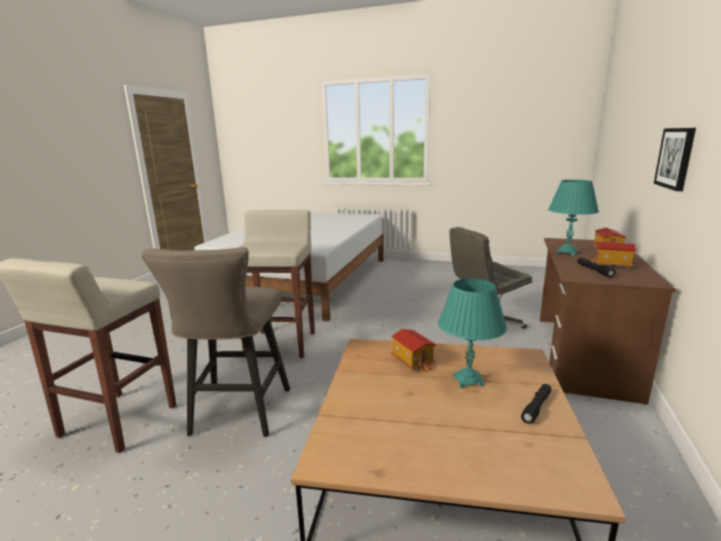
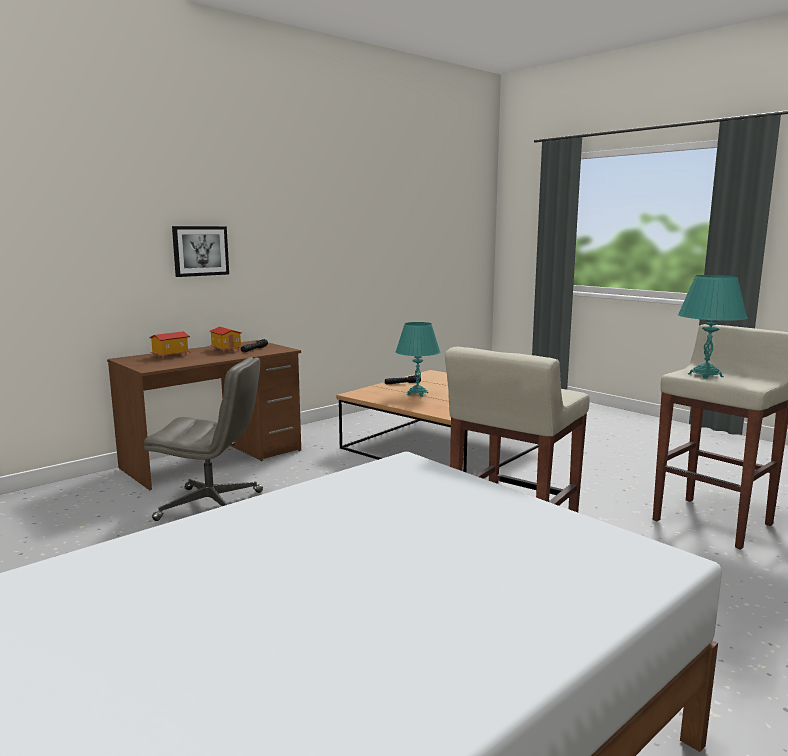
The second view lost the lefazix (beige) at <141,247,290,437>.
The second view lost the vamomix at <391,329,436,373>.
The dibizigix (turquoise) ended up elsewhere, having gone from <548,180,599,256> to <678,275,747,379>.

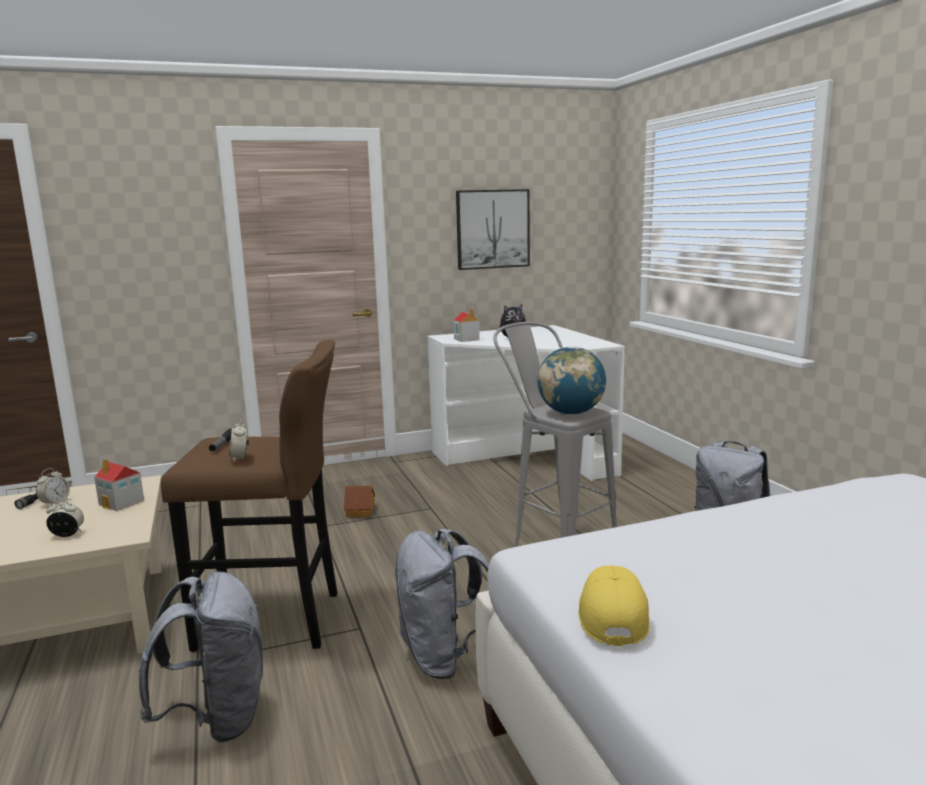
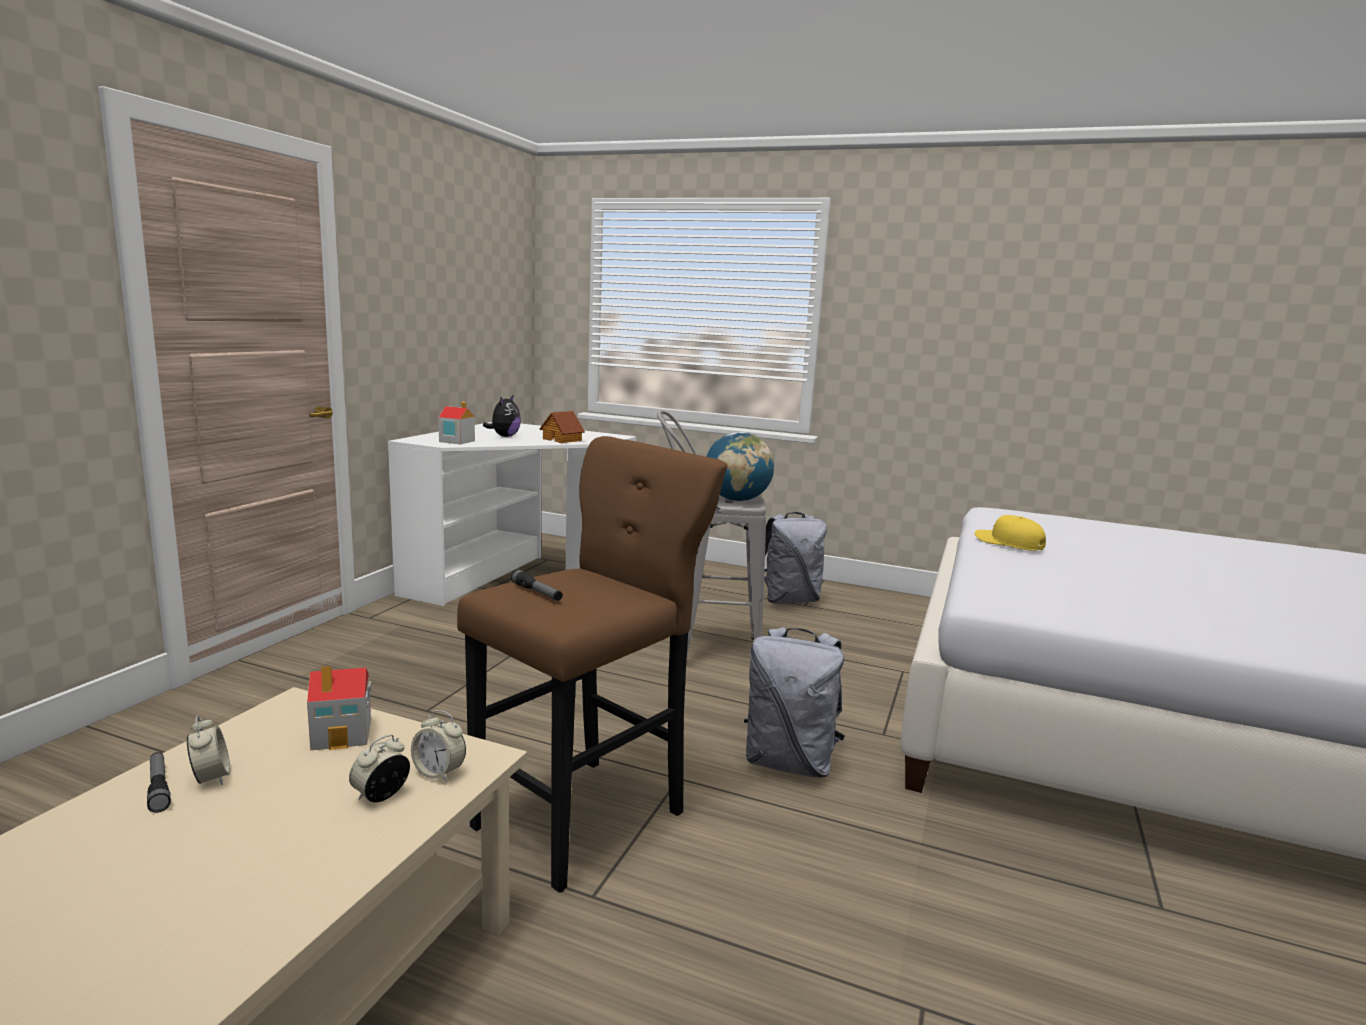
The second view lost the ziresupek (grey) at <139,572,263,743>.
The second view lost the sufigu at <456,189,530,270>.
The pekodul ended up elsewhere, having gone from <229,419,249,462> to <411,710,466,782>.
The vamomix ended up elsewhere, having gone from <344,486,375,517> to <540,411,585,443>.
The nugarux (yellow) ended up elsewhere, having gone from <578,565,650,646> to <975,515,1046,551>.

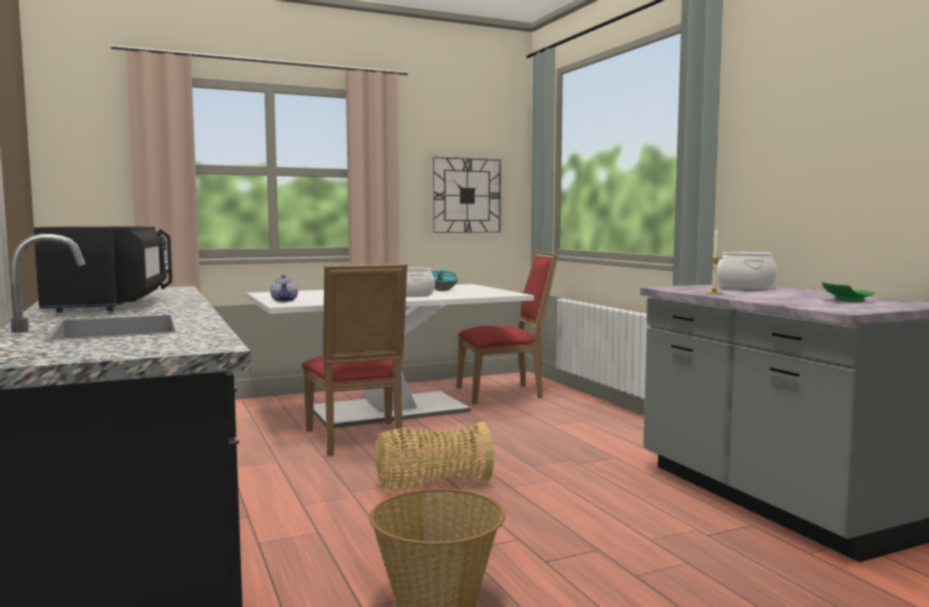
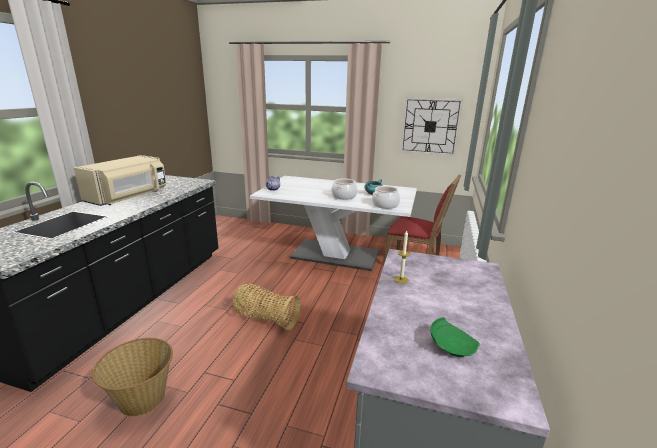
The second view lost the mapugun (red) at <302,264,407,456>.
The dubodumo ended up elsewhere, having gone from <717,252,777,290> to <372,186,400,209>.
What was the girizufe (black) at <34,226,172,313> turned into the girizufe (beige) at <74,155,166,206>.

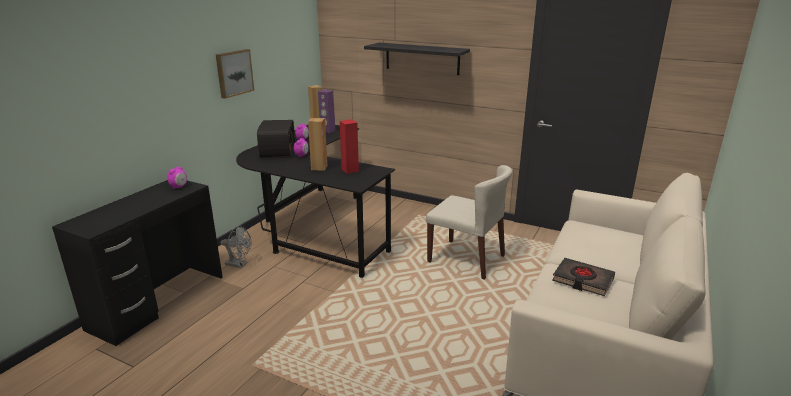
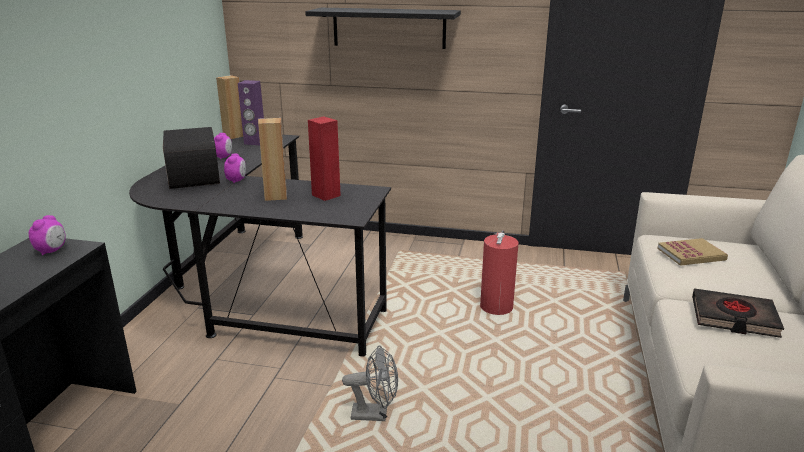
The second view lost the sufigu at <216,49,255,99>.
The second view gained the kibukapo at <657,238,728,266>.
The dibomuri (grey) ended up elsewhere, having gone from <221,226,251,268> to <342,346,398,421>.
Where the mapugun (beige) stood at <426,165,513,280>, the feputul came to stand at <480,230,518,315>.

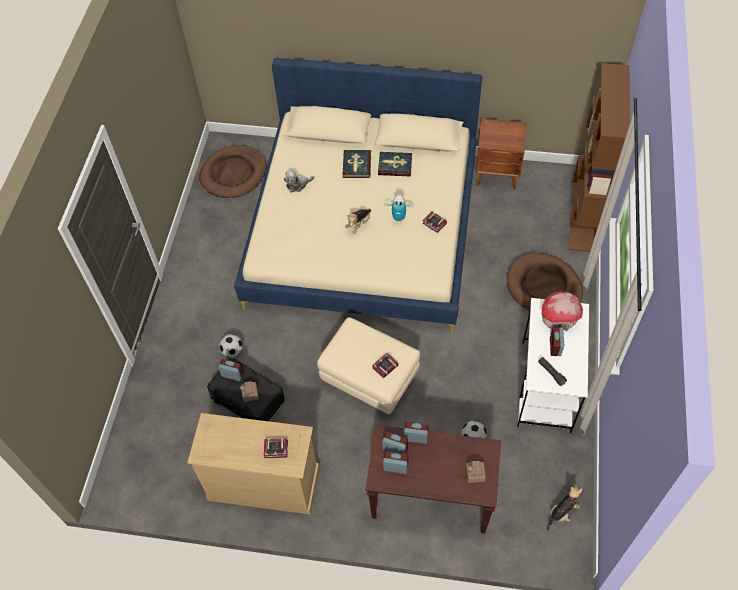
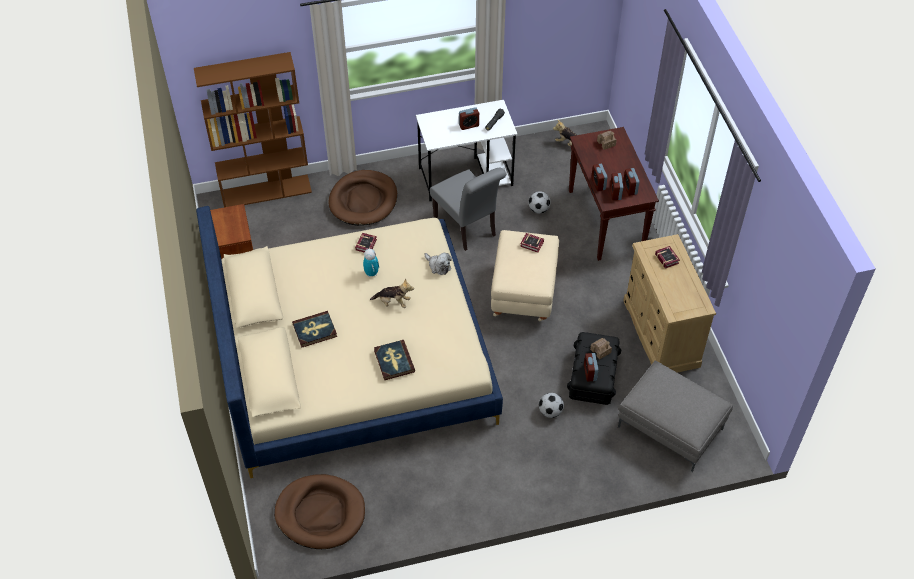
The second view lost the vamomix at <541,291,583,331>.
The second view gained the mapugun (grey) at <430,167,506,251>.
The second view gained the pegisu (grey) at <618,360,733,472>.
The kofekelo ended up elsewhere, having gone from <284,170,315,192> to <425,253,452,275>.
The kibukapo ended up elsewhere, having gone from <378,152,412,176> to <374,340,415,380>.

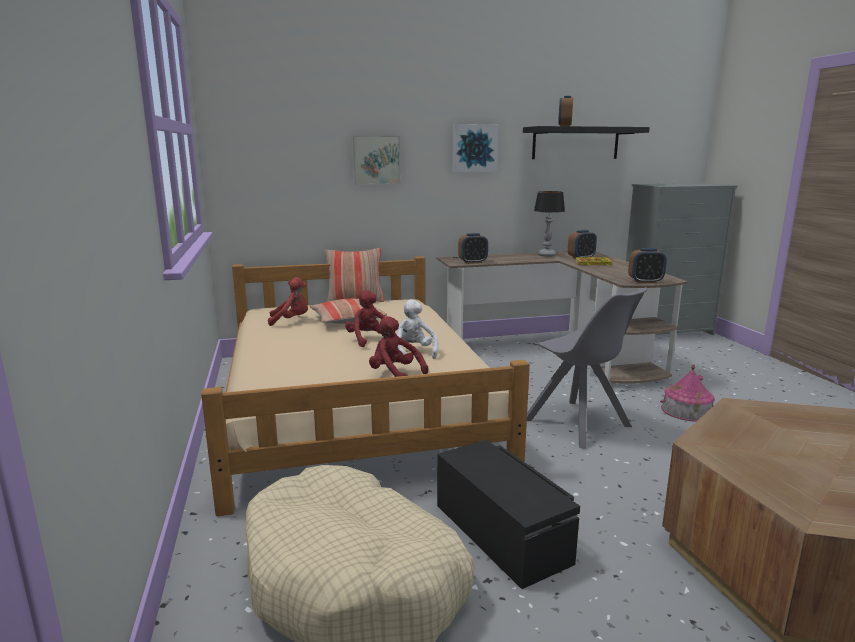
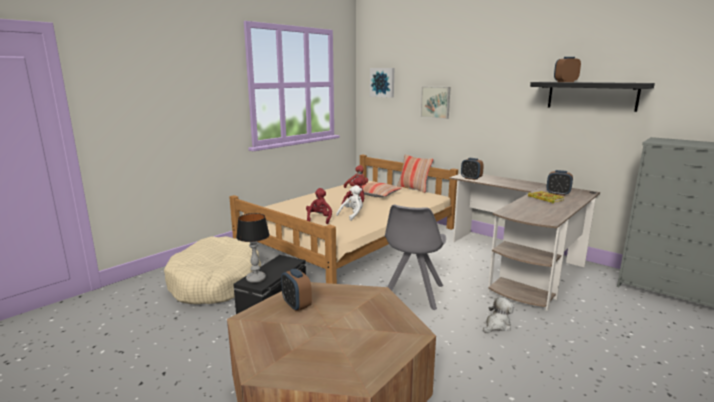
The sufigu ended up elsewhere, having gone from <452,124,499,172> to <370,68,394,98>.
The dibizigix ended up elsewhere, having gone from <534,191,565,257> to <236,213,270,283>.
The pekodul ended up elsewhere, having gone from <628,248,667,283> to <281,268,312,312>.
Where the vamomix stood at <660,364,715,422>, the kofekelo came to stand at <483,297,514,333>.

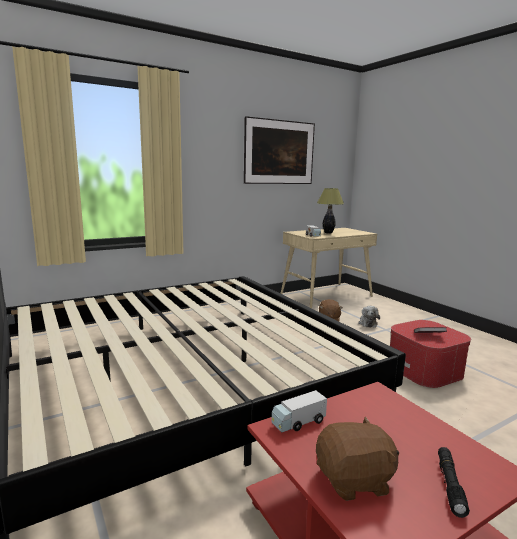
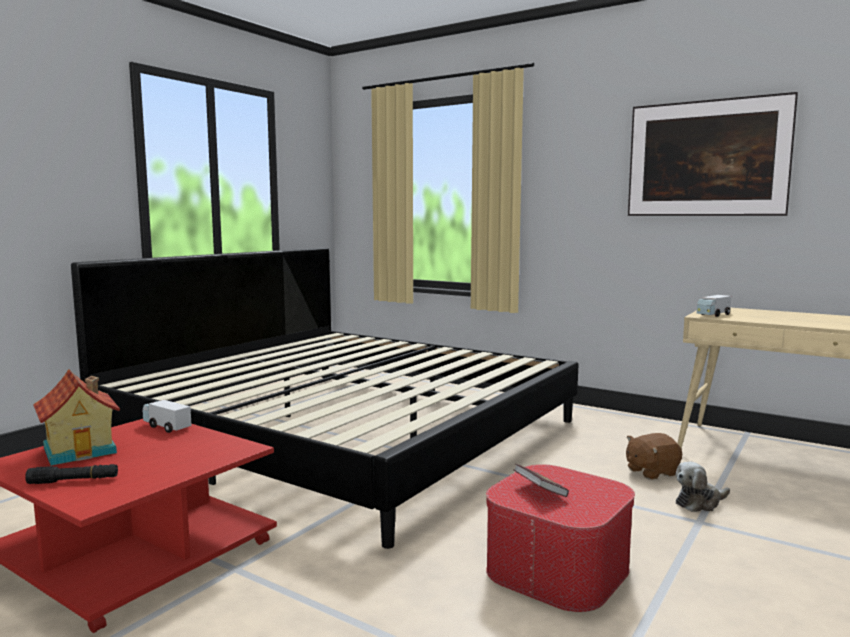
The second view lost the dibizigix at <317,188,344,234>.
Where the kofekelo (brown) stood at <316,416,399,501>, the vamomix came to stand at <33,369,120,466>.

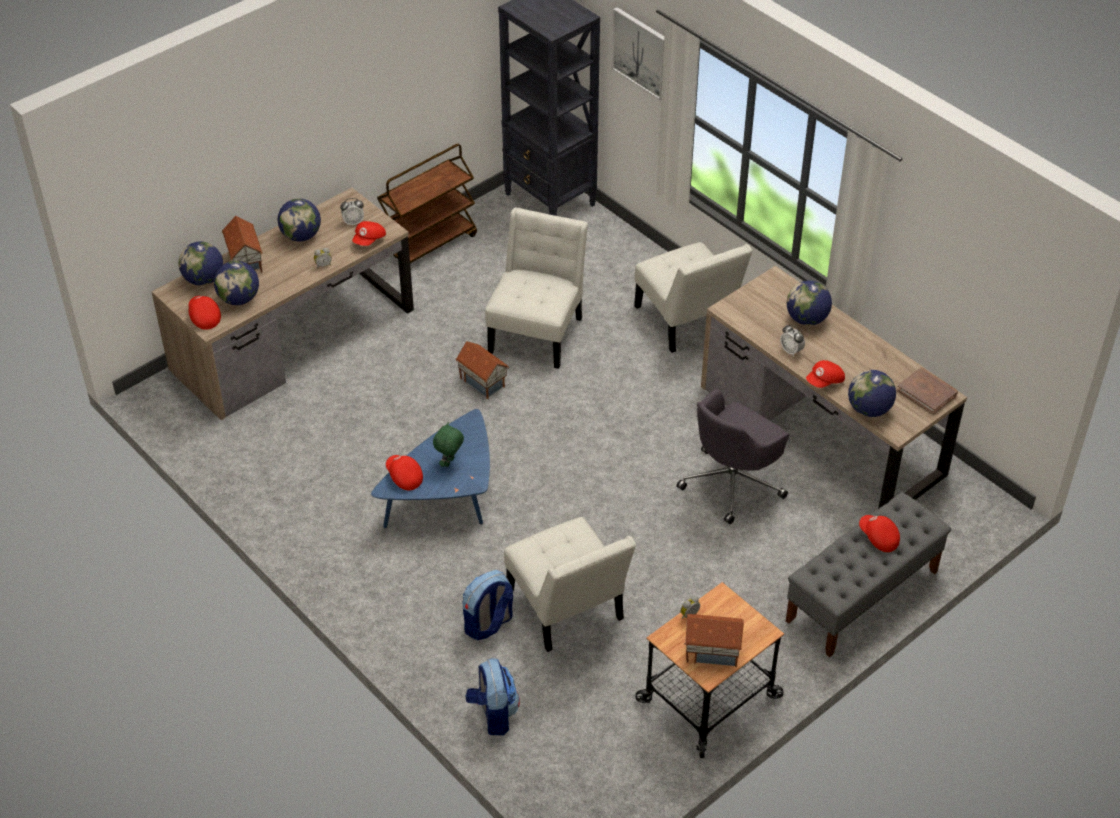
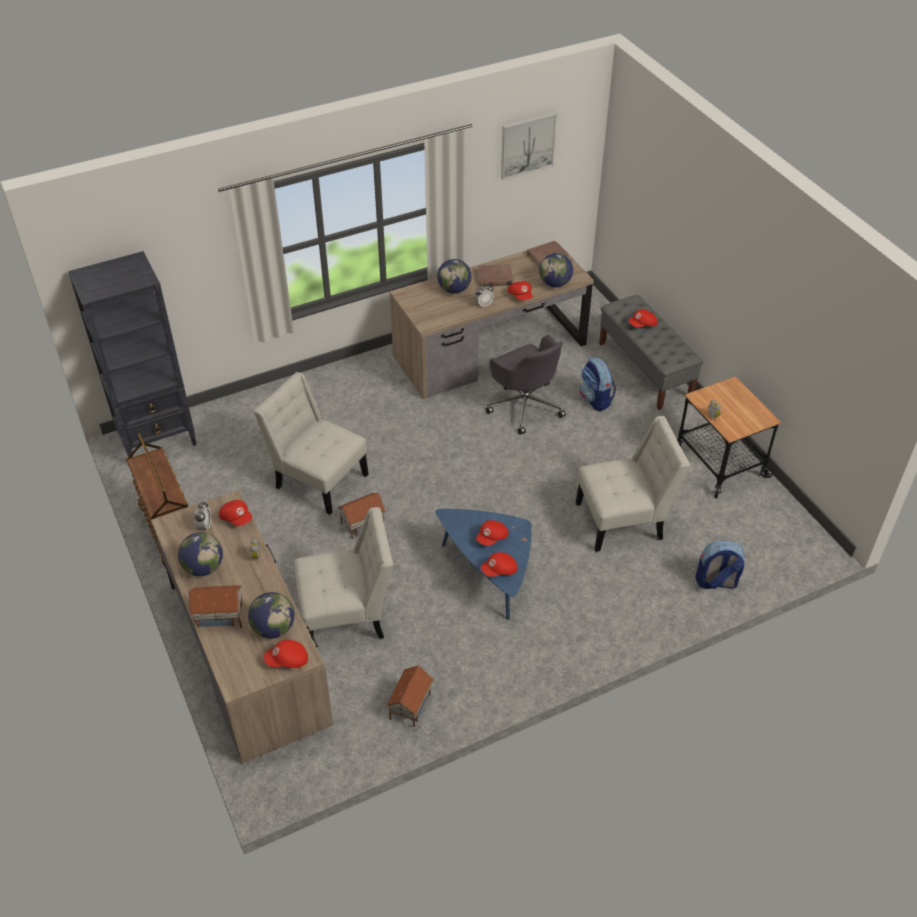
The second view lost the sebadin at <179,242,223,286>.
The second view gained the kibukapo (brown) at <477,264,514,287>.
The ziresupek ended up elsewhere, having gone from <463,570,513,640> to <580,357,616,411>.
The sufigu ended up elsewhere, having gone from <612,7,664,100> to <501,112,557,180>.
The mapugun (white) ended up elsewhere, having gone from <634,242,752,353> to <294,507,393,639>.
The vamomix ended up elsewhere, having gone from <684,614,744,667> to <386,665,433,727>.
Where the kofekelo (green) stood at <433,422,464,467>, the nugarux (red) came to stand at <476,520,508,546>.

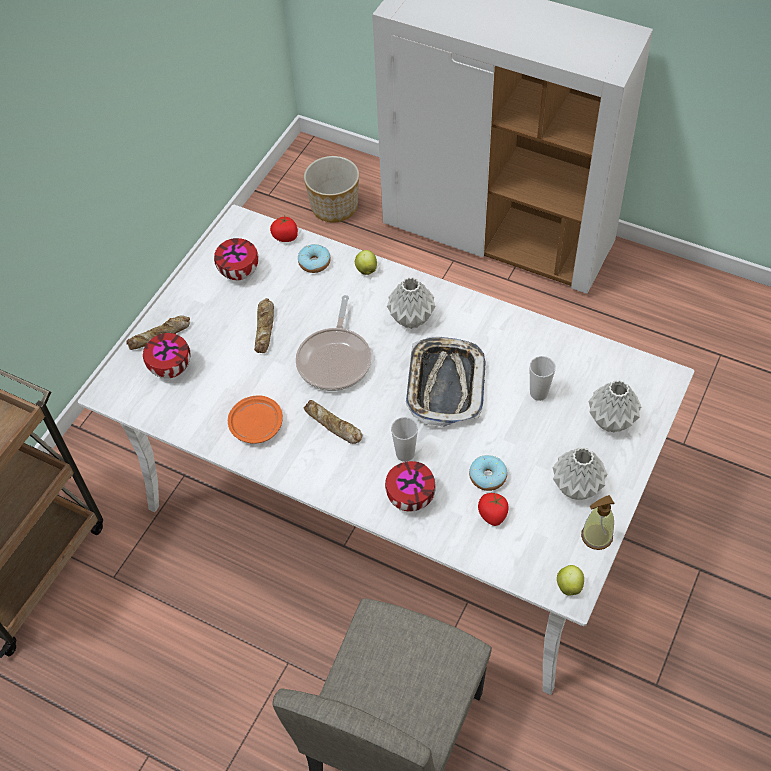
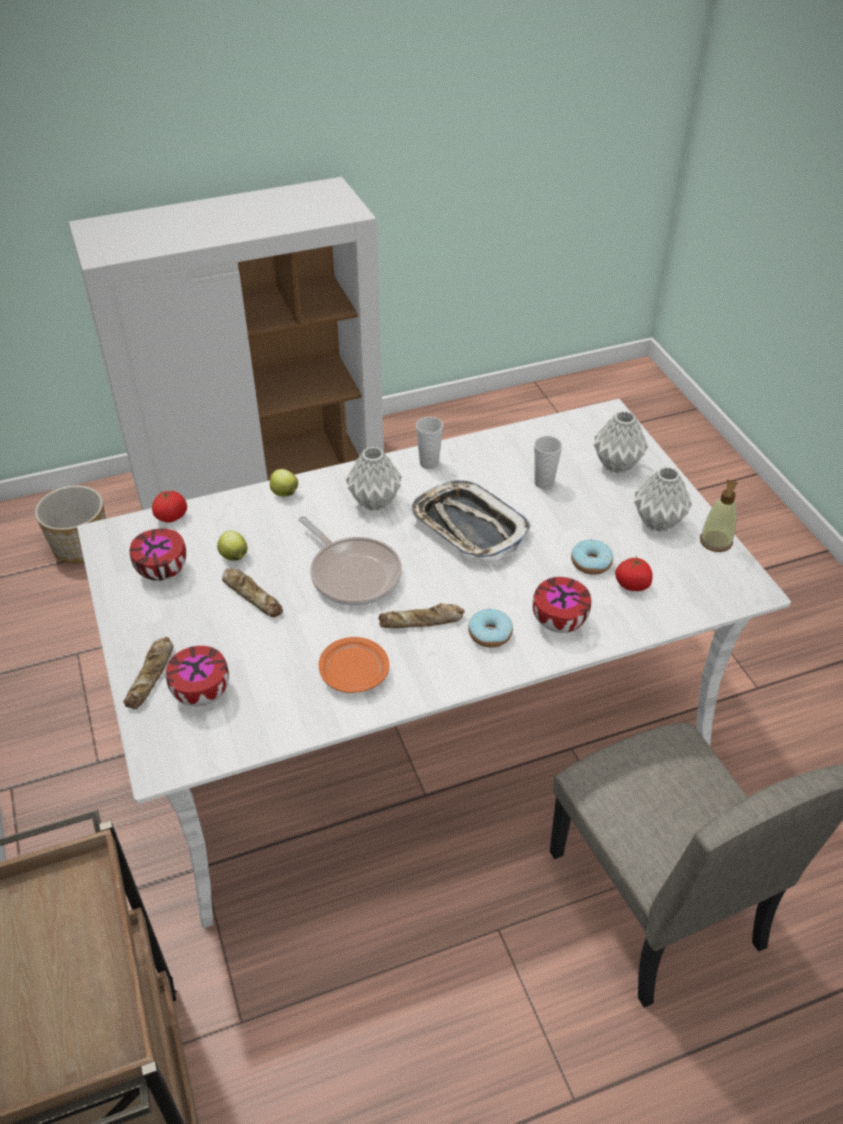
The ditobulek ended up elsewhere, having gone from <298,244,331,273> to <468,608,513,648>.
The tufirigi ended up elsewhere, having gone from <391,417,418,462> to <416,417,443,469>.
The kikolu ended up elsewhere, having gone from <557,565,584,596> to <217,531,248,561>.

